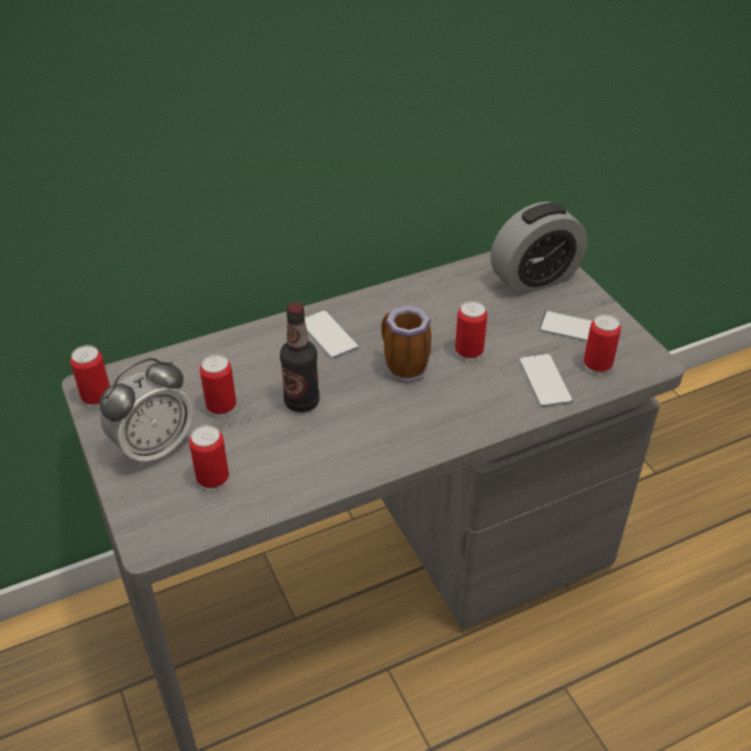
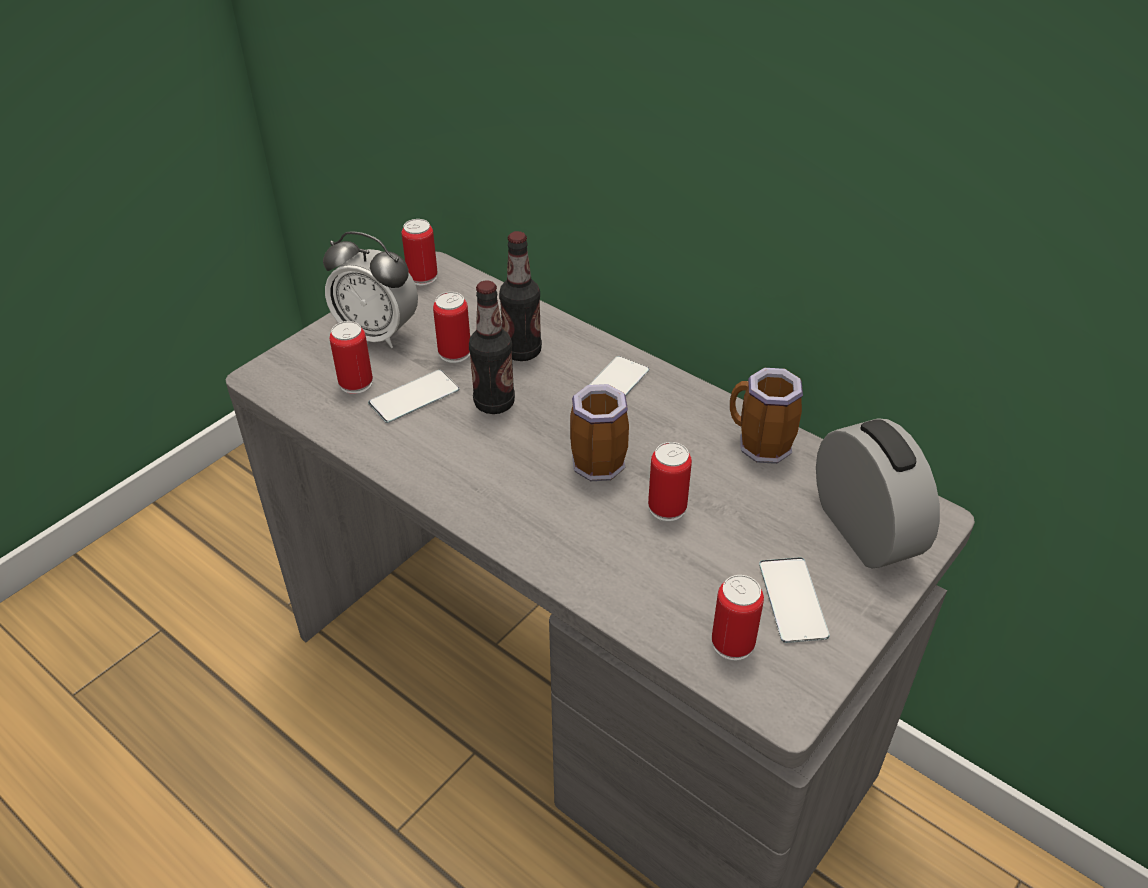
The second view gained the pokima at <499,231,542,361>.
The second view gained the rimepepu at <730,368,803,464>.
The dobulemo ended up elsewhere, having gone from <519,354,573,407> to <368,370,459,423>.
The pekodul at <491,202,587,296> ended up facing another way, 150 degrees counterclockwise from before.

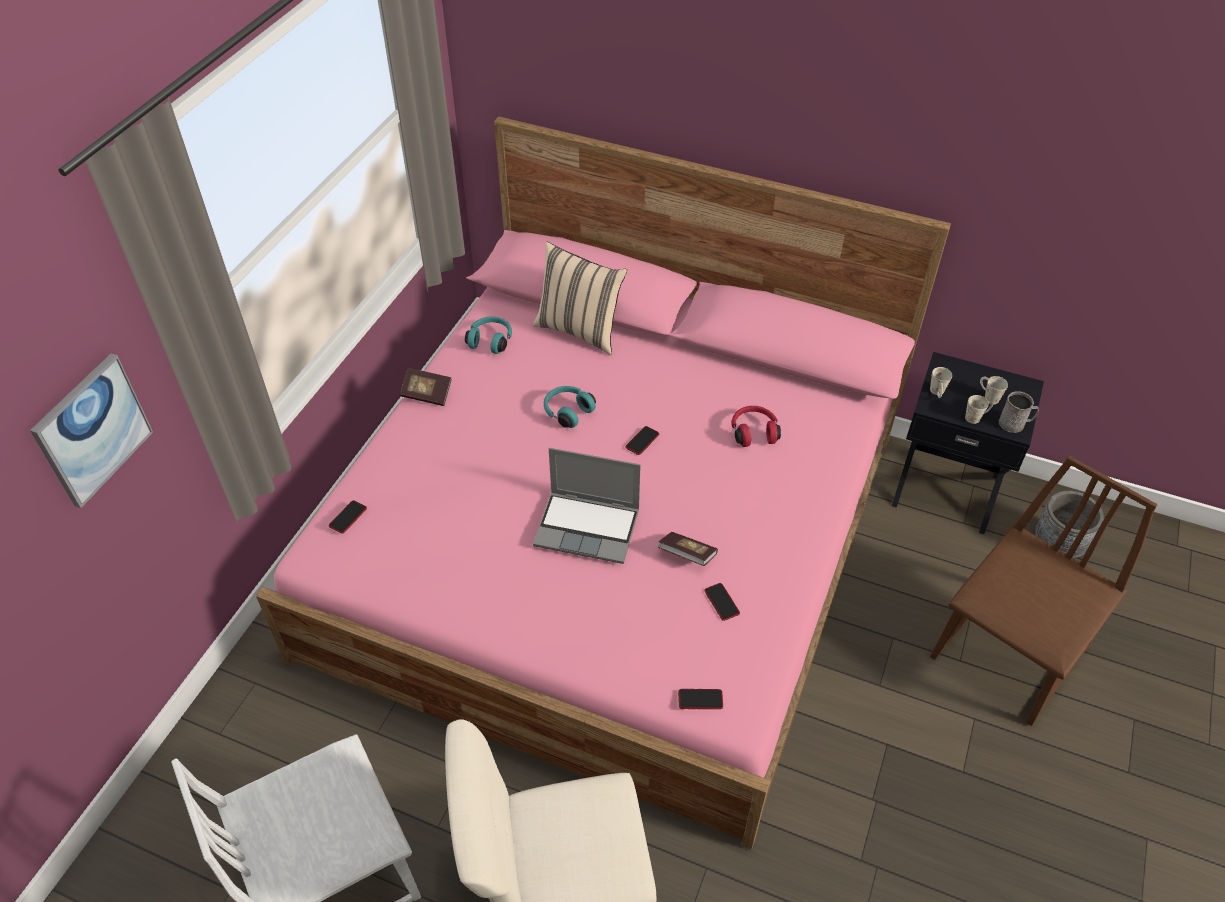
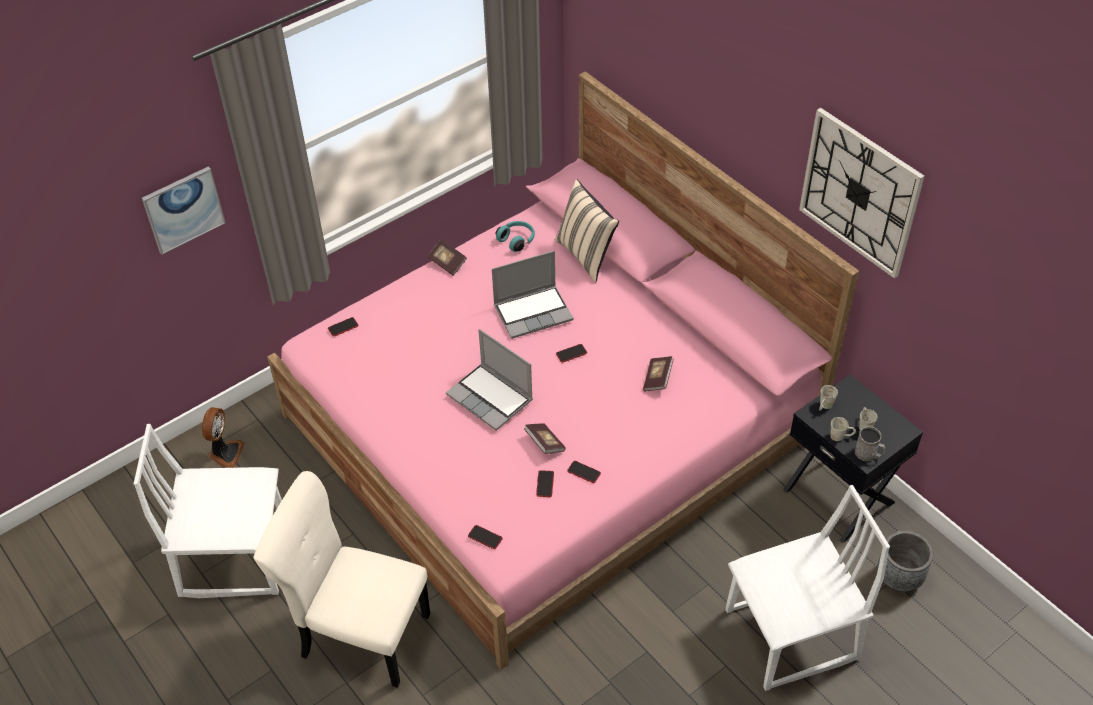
The second view gained the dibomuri at <202,407,245,468>.
The second view gained the dobulemo at <567,461,601,483>.
The second view gained the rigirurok at <799,108,925,278>.
Where the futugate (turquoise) stood at <544,386,596,428>, the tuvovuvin came to stand at <492,251,574,339>.
Where the futugate (red) stood at <732,406,781,447>, the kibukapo came to stand at <643,356,674,391>.
What was the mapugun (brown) at <930,456,1157,726> turned into the mapugun (white) at <725,485,890,691>.

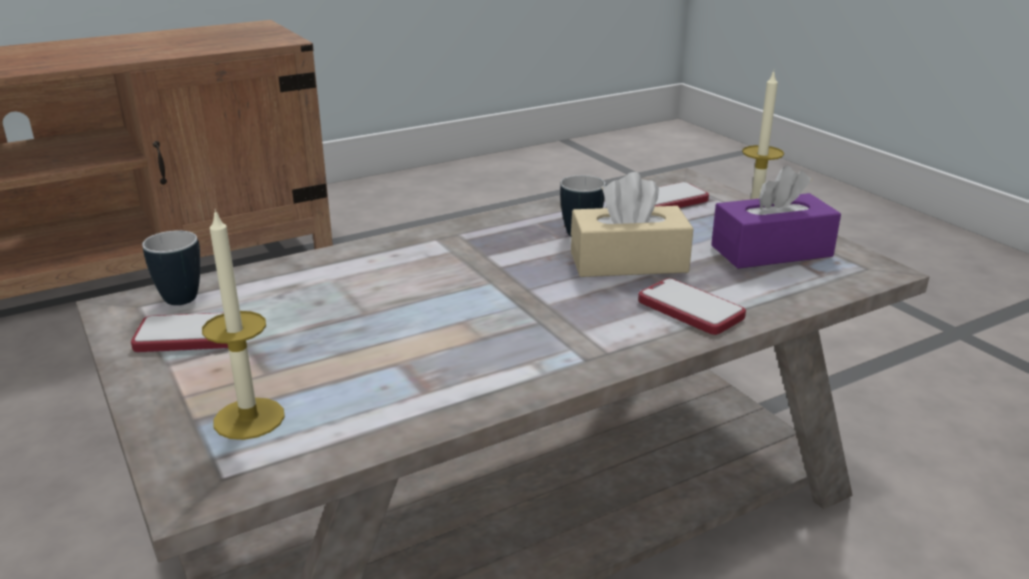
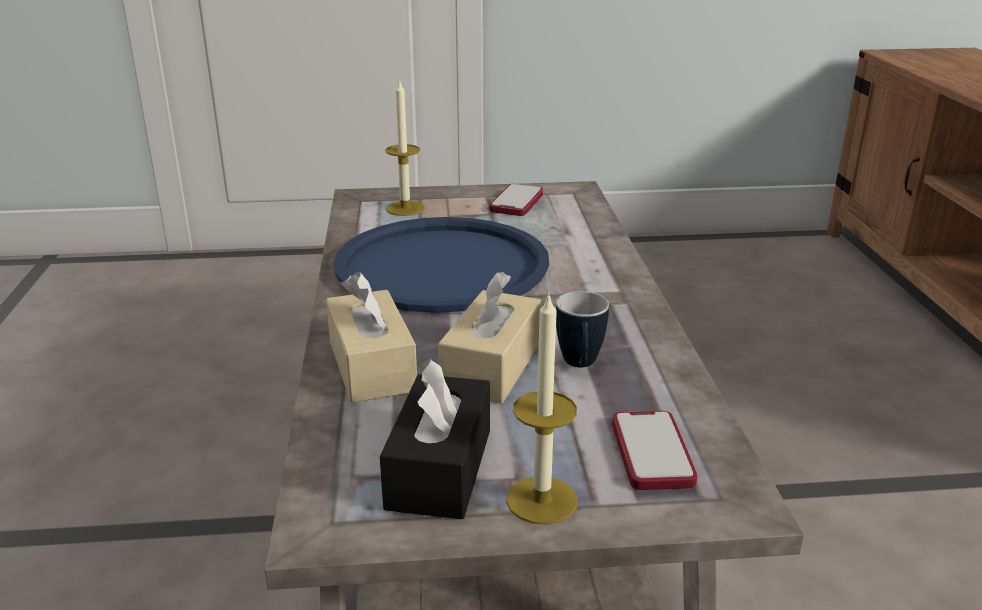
The second view lost the rimepepu at <142,230,200,305>.
The second view gained the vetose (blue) at <333,217,549,313>.
Where the dobulemo stood at <638,278,746,335>, the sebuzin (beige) came to stand at <326,272,417,403>.
What was the sebuzin (purple) at <711,165,841,269> turned into the sebuzin (black) at <380,359,490,519>.

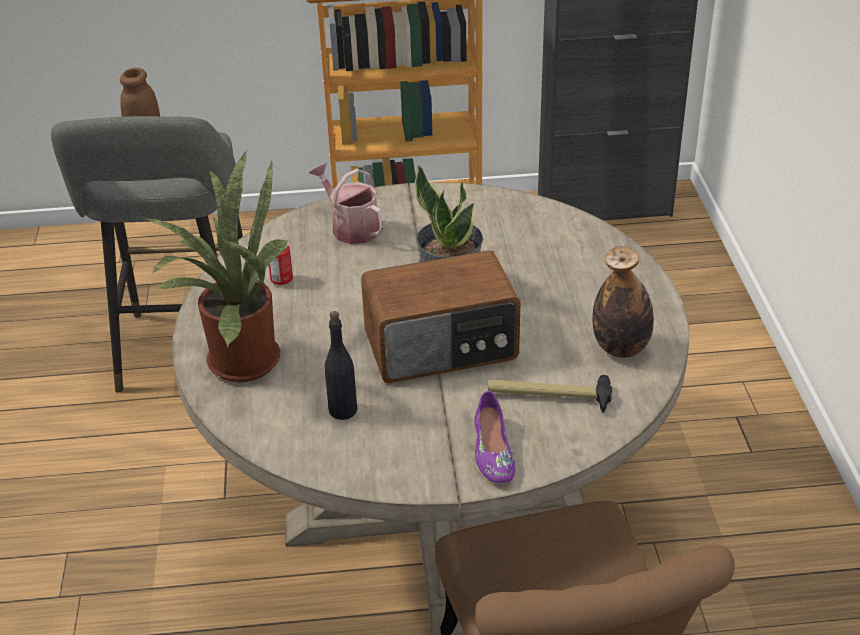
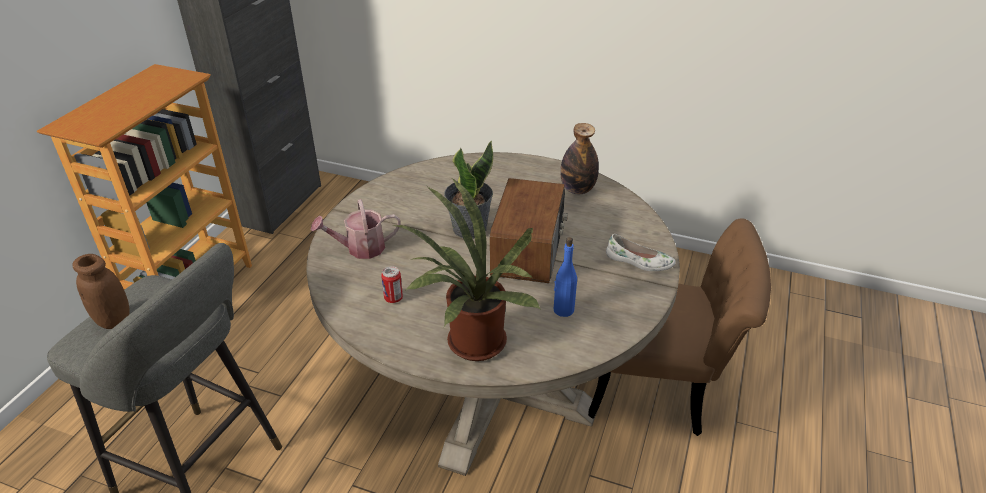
The second view lost the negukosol at <488,375,612,413>.
What was the pokima (black) at <325,311,357,420> turned into the pokima (blue) at <554,237,577,317>.
What was the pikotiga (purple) at <474,391,515,483> turned into the pikotiga (white) at <606,234,676,271>.

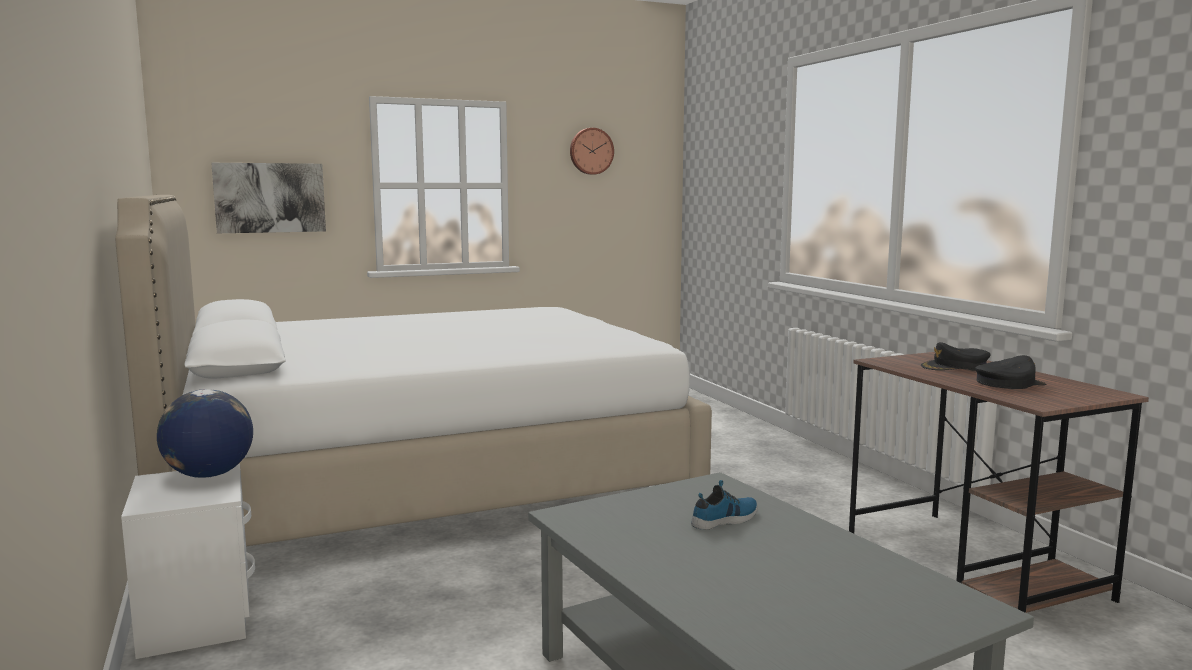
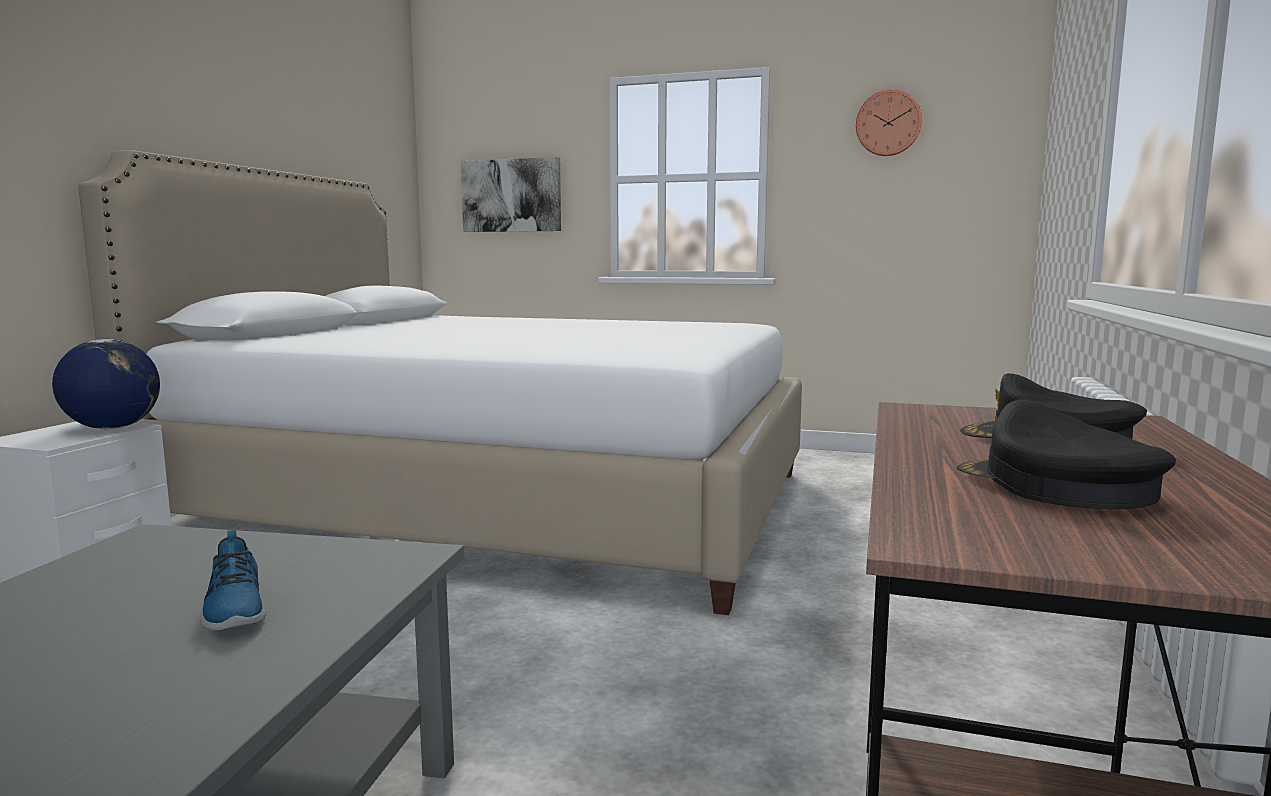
The pikotiga at <691,480,758,530> ended up facing another way, 60 degrees clockwise from before.
The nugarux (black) at <975,355,1046,389> ended up facing another way, 135 degrees counterclockwise from before.

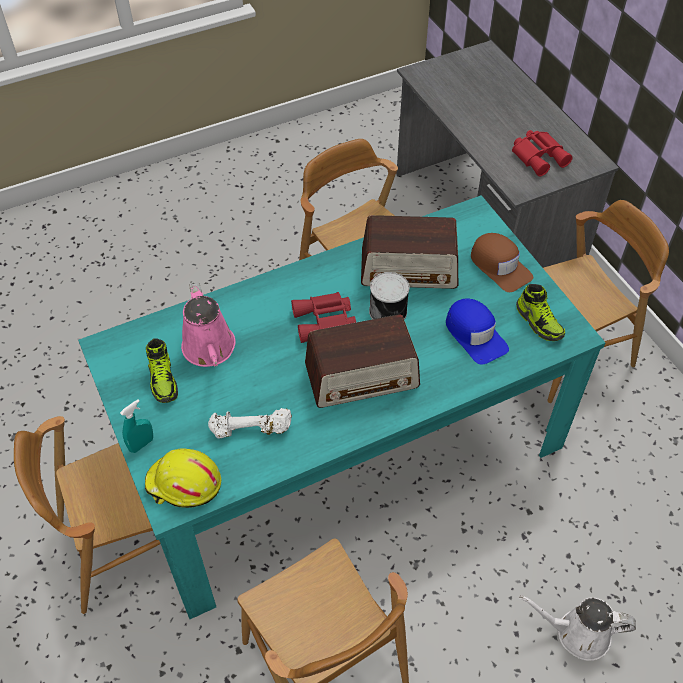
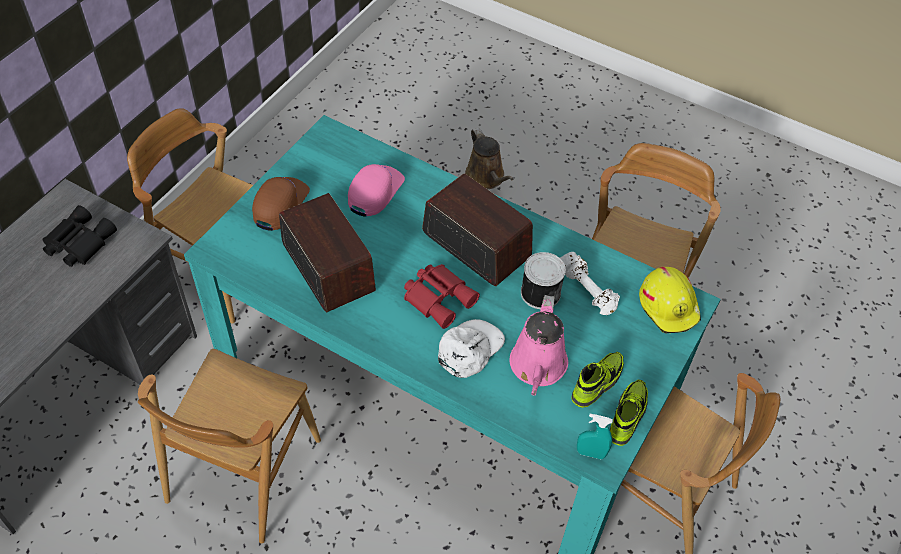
The second view gained the nugarux (white) at <438,319,505,378>.
The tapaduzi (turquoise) ended up elsewhere, having gone from <120,399,153,453> to <577,414,613,459>.
The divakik ended up elsewhere, having gone from <369,272,409,320> to <521,252,566,309>.
The pikotiga ended up elsewhere, having gone from <516,284,565,341> to <610,379,648,446>.
What was the nugarux (blue) at <446,298,509,365> turned into the nugarux (pink) at <348,164,405,217>.
What was the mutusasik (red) at <512,130,573,176> turned into the mutusasik (black) at <42,205,117,267>.
What was the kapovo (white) at <519,595,636,661> turned into the kapovo (brown) at <465,128,514,189>.
The kapovo (pink) at <181,282,236,367> ended up facing another way, 150 degrees clockwise from before.

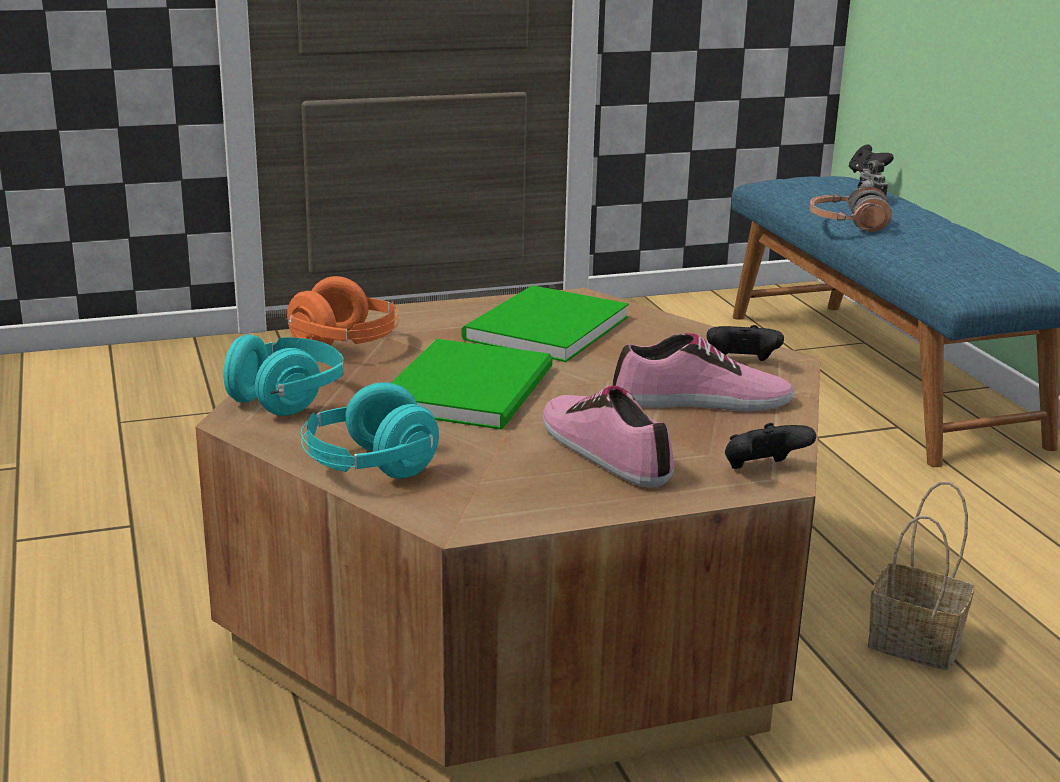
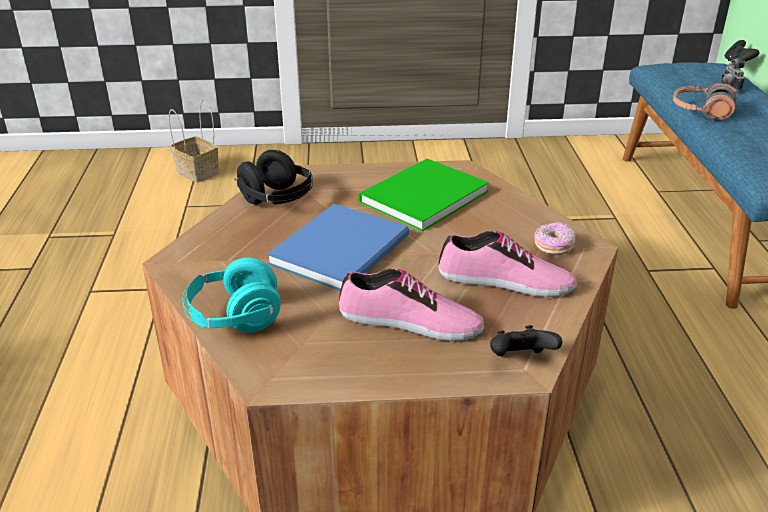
The second view lost the futugate (turquoise) at <223,334,344,416>.
The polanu ended up elsewhere, having gone from <868,482,974,670> to <169,99,219,182>.
Where the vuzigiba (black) stood at <707,325,784,361>, the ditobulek came to stand at <534,222,575,255>.
What was the futugate (orange) at <285,276,399,346> turned into the futugate (black) at <234,150,313,205>.
What was the kibukapo (green) at <391,339,552,430> turned into the kibukapo (blue) at <267,204,409,291>.
The pikotiga at <543,385,674,488> ended up facing another way, 120 degrees clockwise from before.

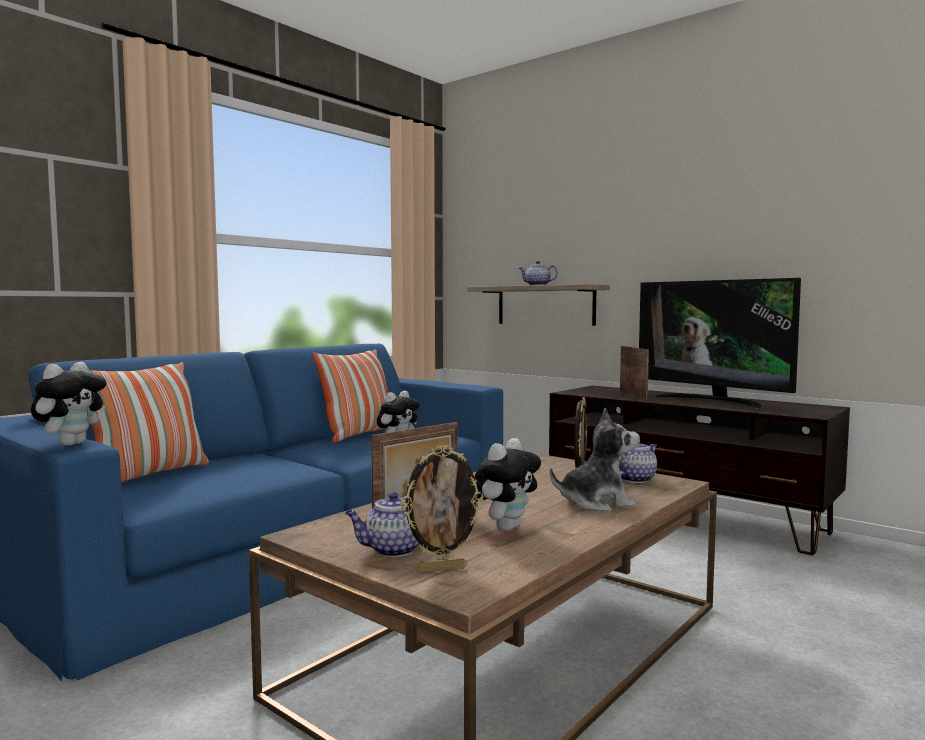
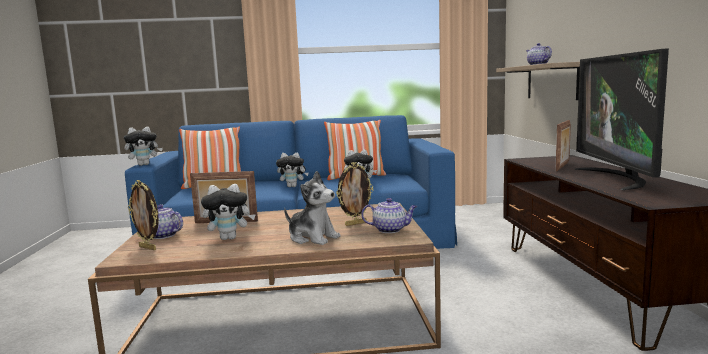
The second view gained the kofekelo at <276,153,309,187>.

